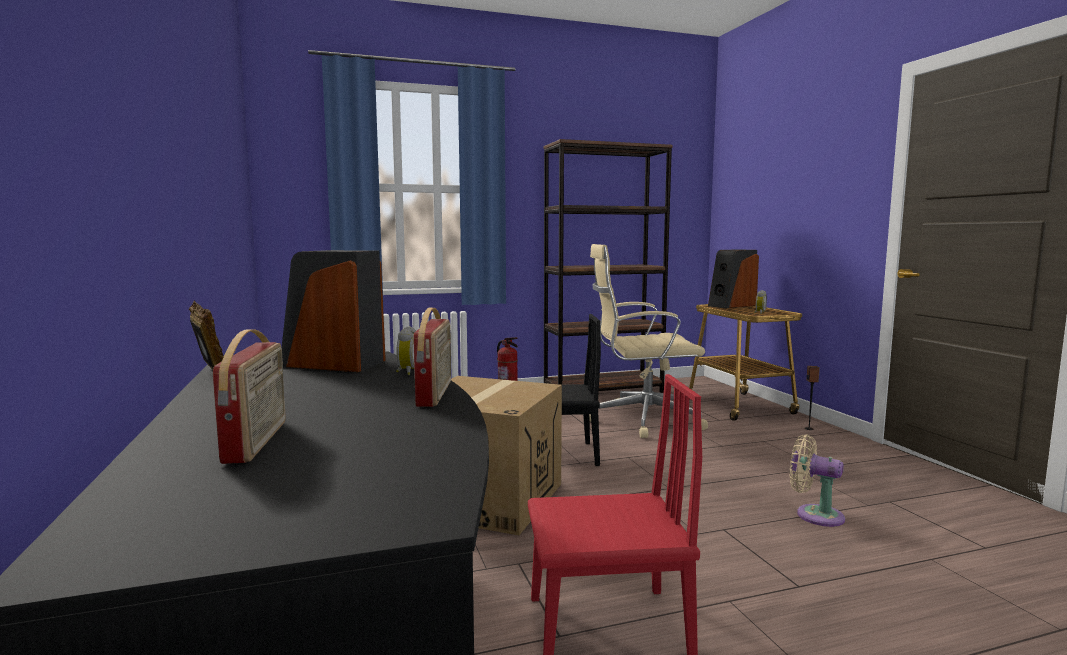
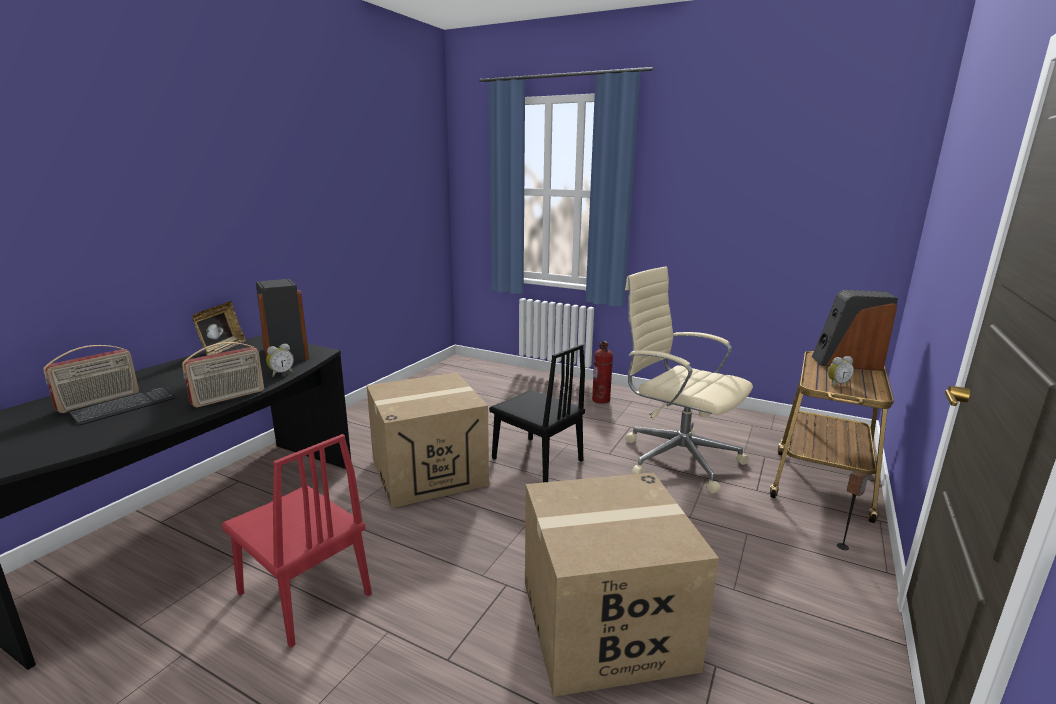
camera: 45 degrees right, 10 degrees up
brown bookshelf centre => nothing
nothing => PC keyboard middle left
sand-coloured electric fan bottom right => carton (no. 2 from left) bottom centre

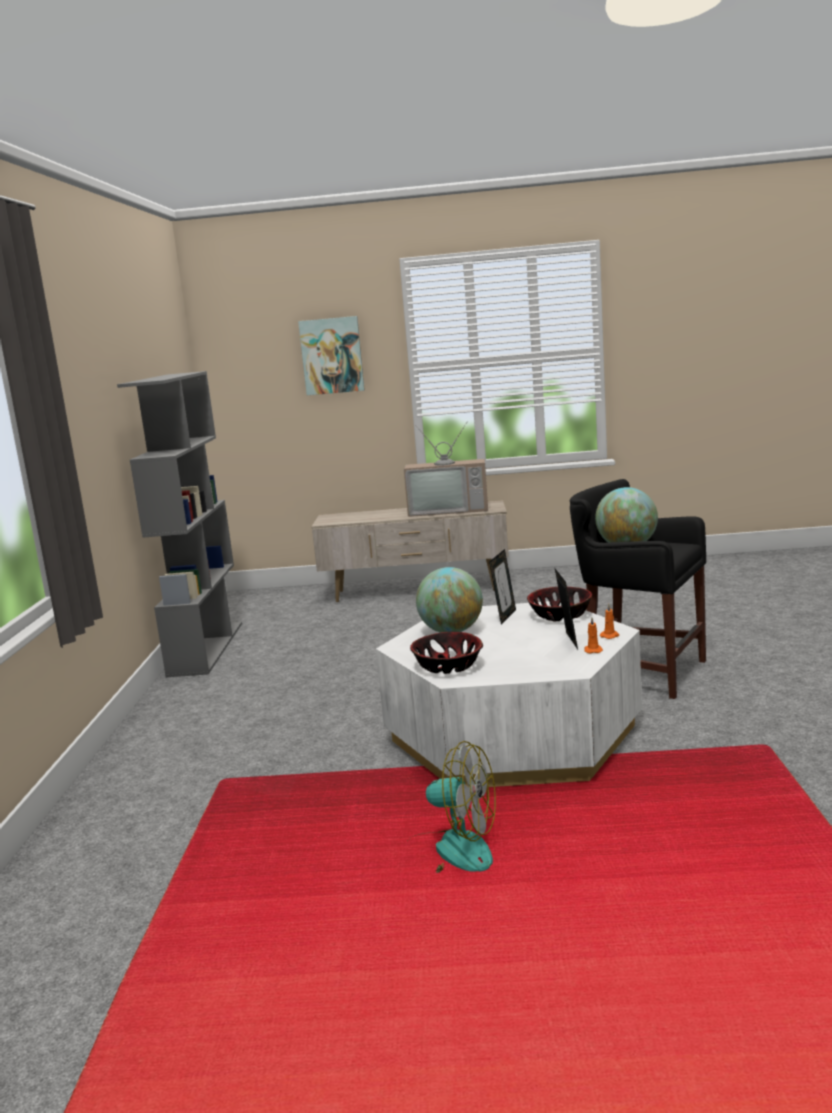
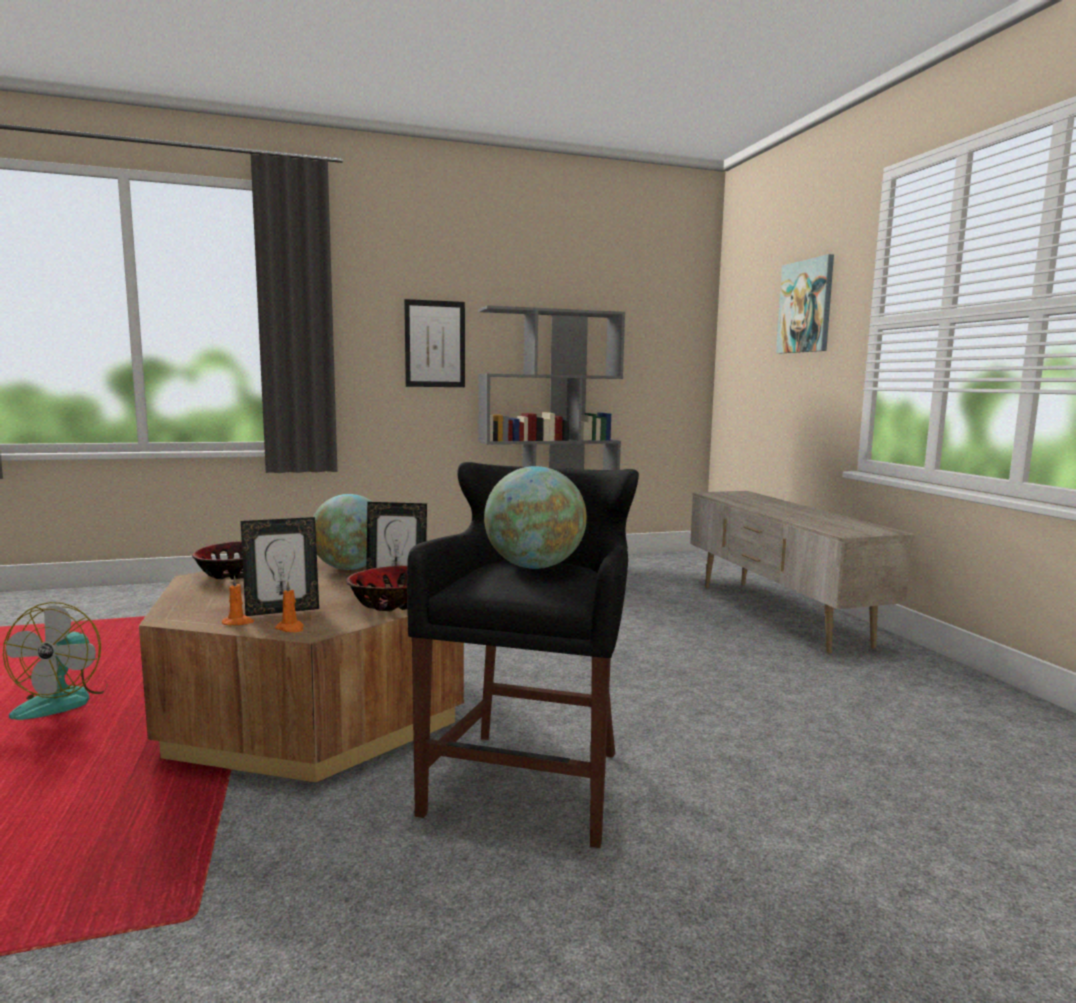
camera: 70 degrees right, 5 degrees down
TV centre => nothing
nothing => wall picture (no. 1 from left) centre
white coffee table centre => brown coffee table middle left

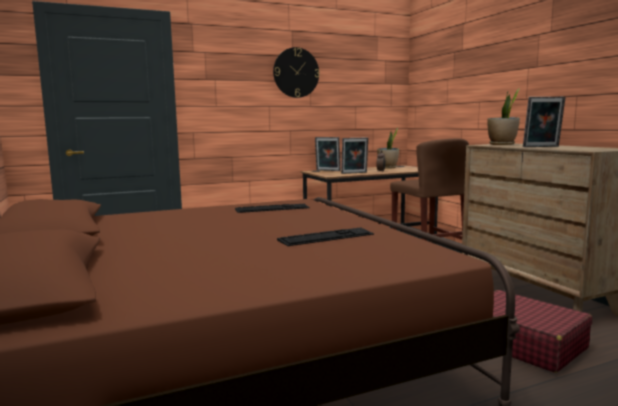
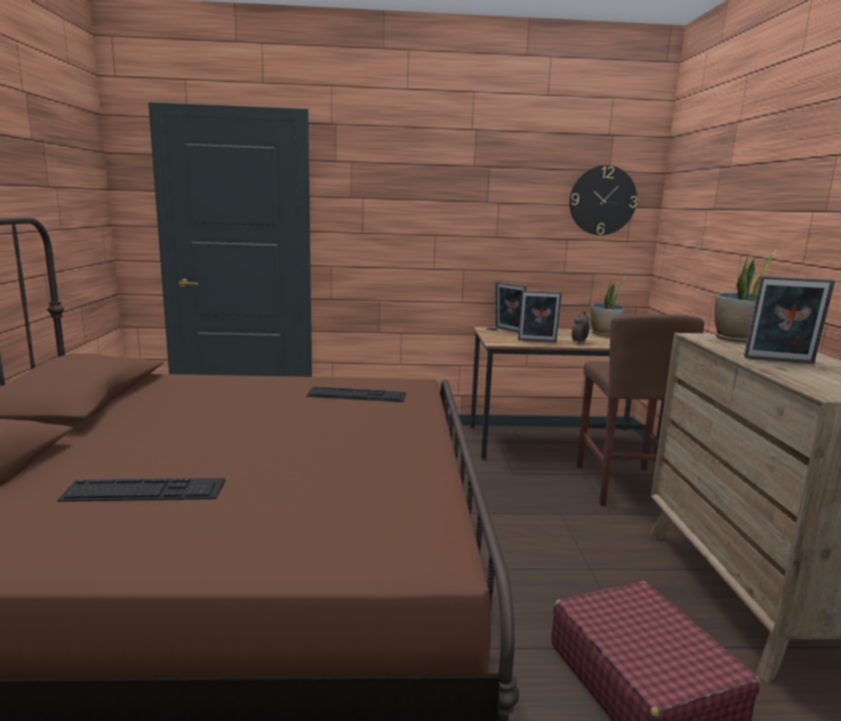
camera: 20 degrees right, 5 degrees up
wall clock top centre => wall clock top right, relocated
PC keyboard (no. 2 from left in the first image) centre => PC keyboard (no. 1 from left) bottom left, relocated

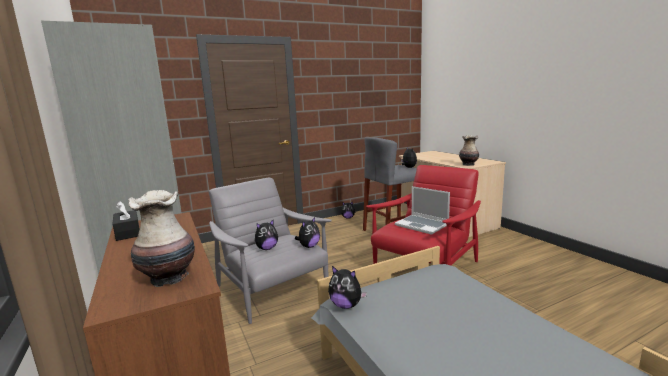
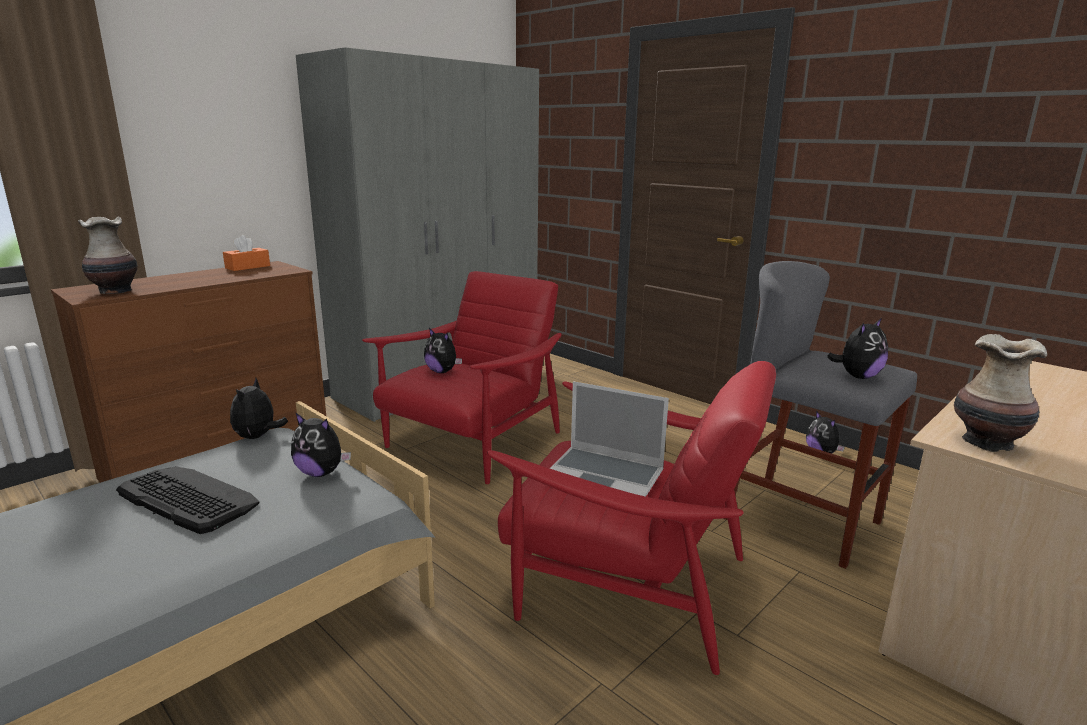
camera: 70 degrees right, 5 degrees up
nothing => PC keyboard bottom left
cuddly toy (no. 2 from left) centre => cuddly toy (no. 2 from left) middle left, relocated
black tissue holder middle left => orange tissue holder middle left
greyish easy chair bottom centre => red-coloured easy chair (no. 1 from left) centre
laptop centre, 90 degrees counterclockwise

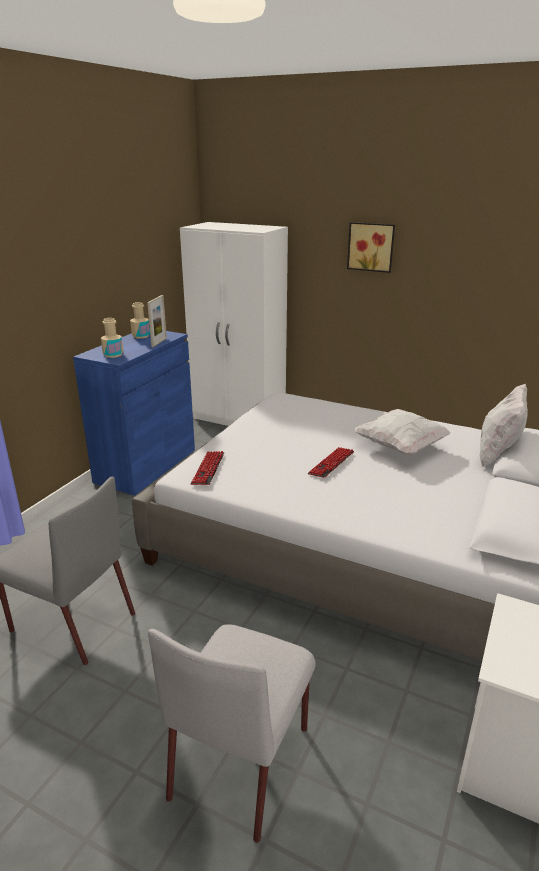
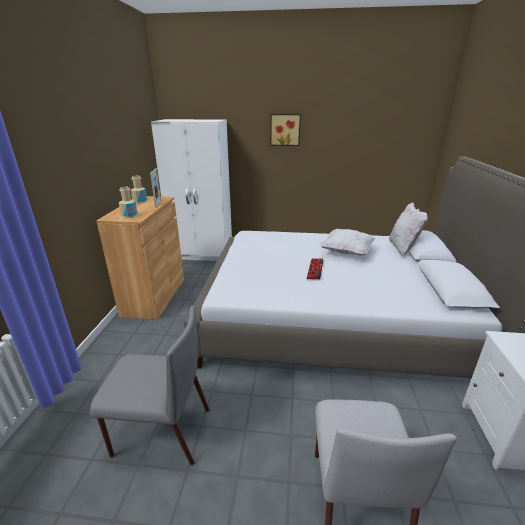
camera: 20 degrees left, 0 degrees up
PC keyboard (no. 1 from left) centre => nothing
blue-coloured storage cabinet middle left => brown storage cabinet middle left

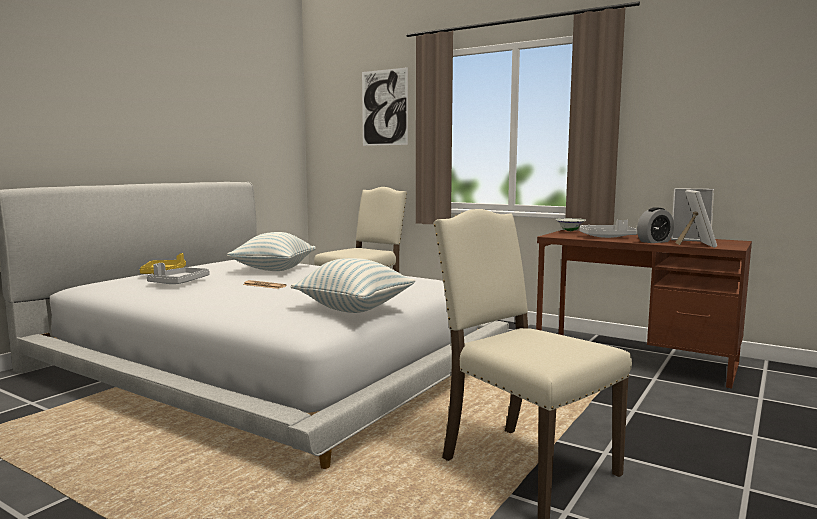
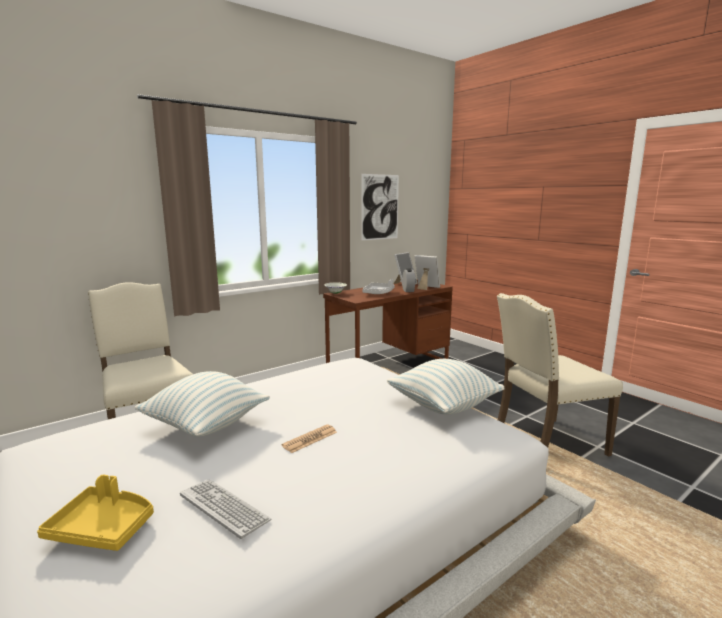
camera: 70 degrees left, 5 degrees up
wall picture top centre => wall picture centre, relocated
greyish tray (no. 1 from left) middle left => PC keyboard bottom left

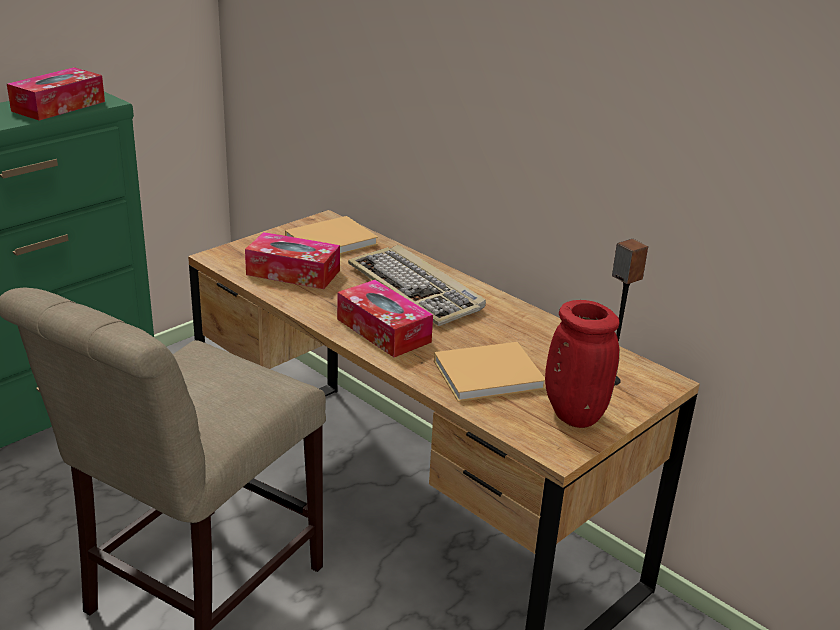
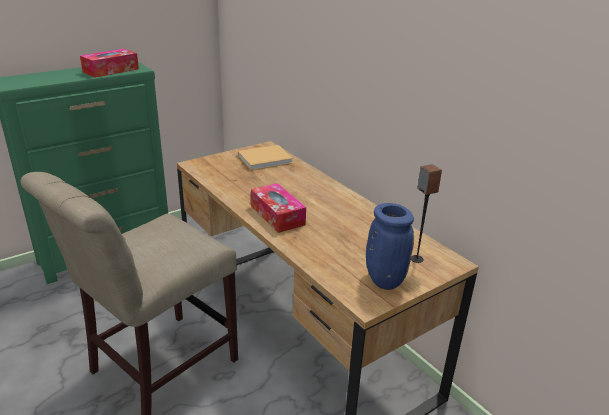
camera: 10 degrees right, 0 degrees up
tissue holder (no. 2 from left) centre => nothing
PC keyboard centre => nothing
sand-coloured volume (no. 2 from left) centre => nothing
red-coloured flower vase middle right => blue-coloured flower vase centre

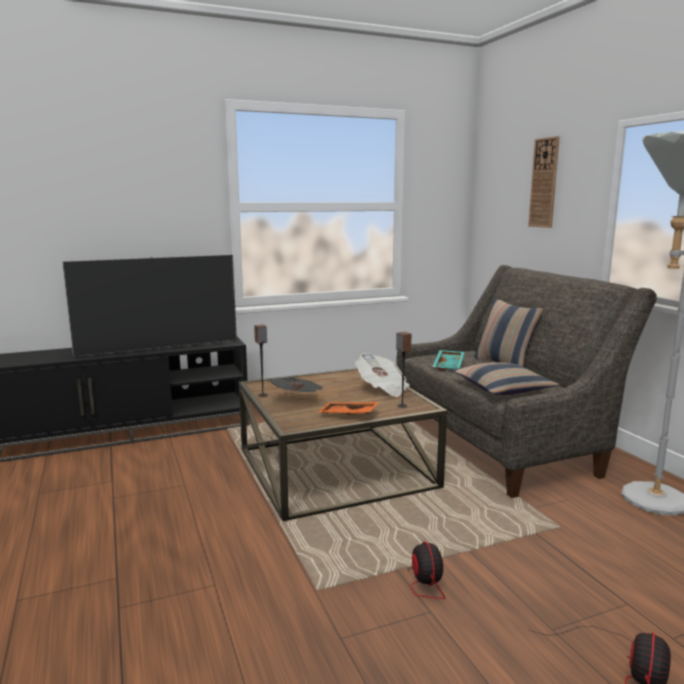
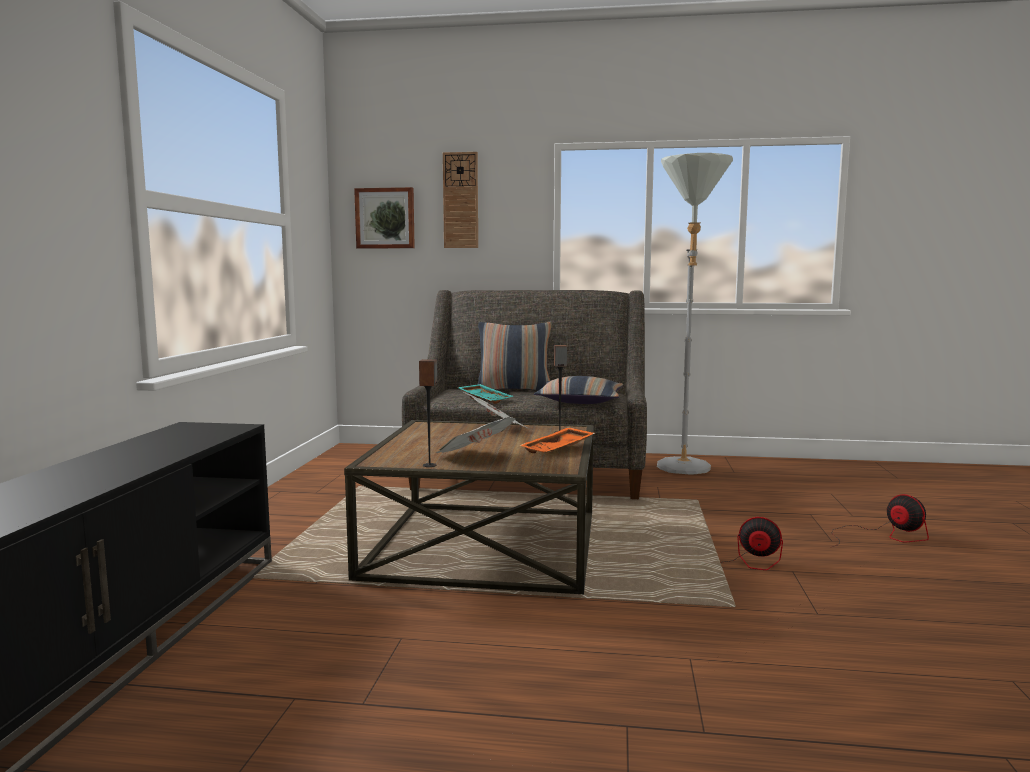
camera: 60 degrees left, 5 degrees down
TV middle left => nothing
nothing => wall picture top centre

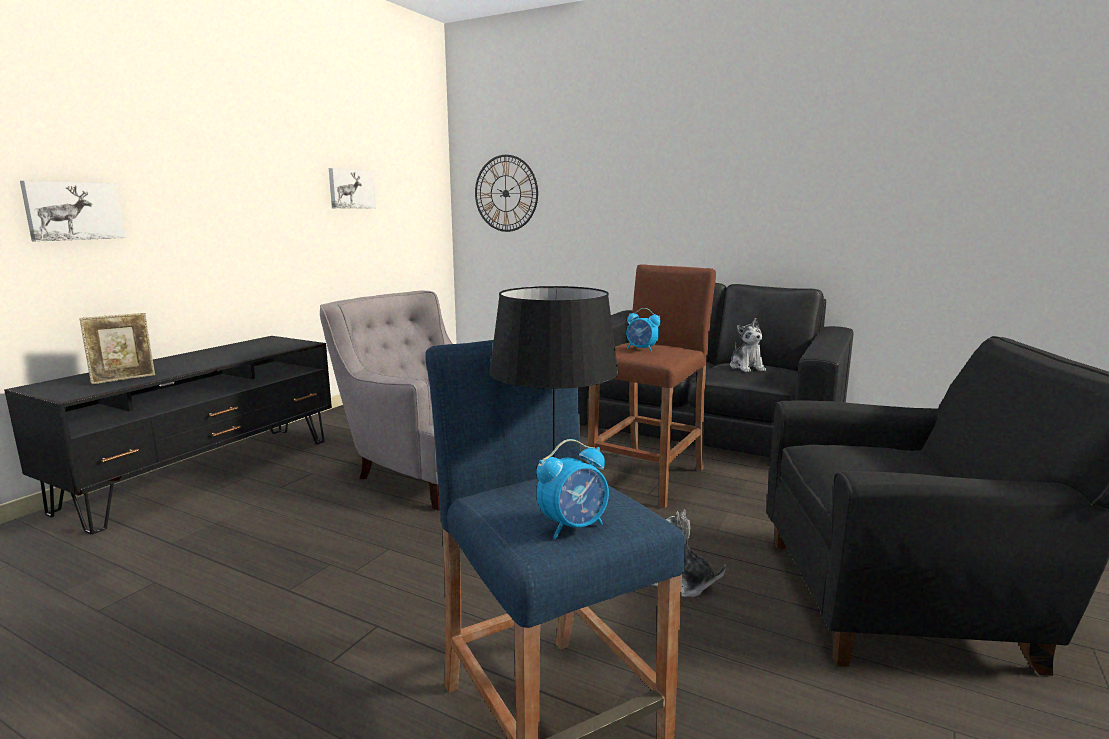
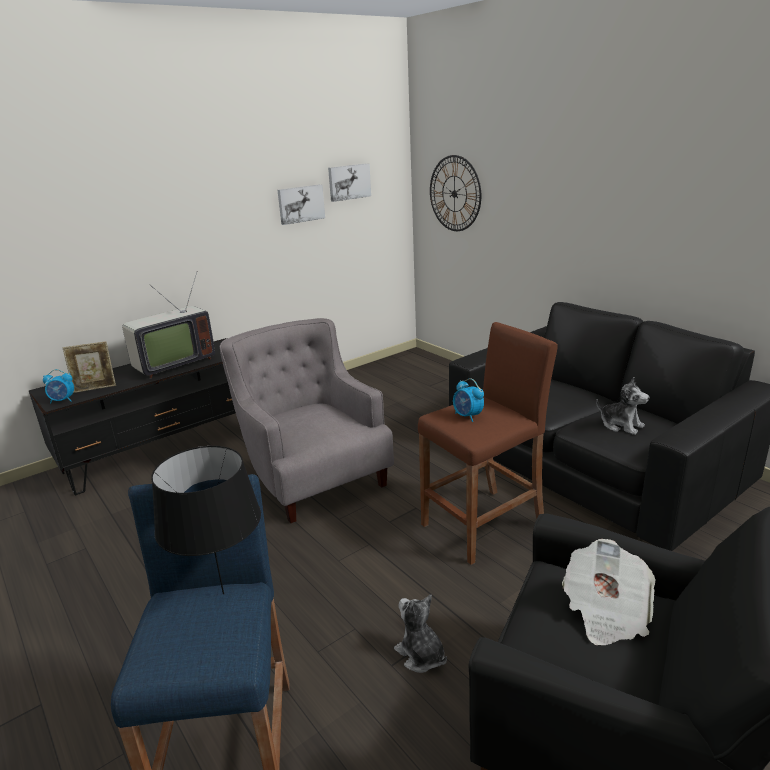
camera: 25 degrees right, 10 degrees up
nothing => TV middle left
nothing => printed paper bottom right
wall picture (no. 1 from left in the first image) top left => wall picture (no. 2 from left) top centre, relocated
table clock (no. 1 from left) centre => table clock (no. 1 from left) middle left, relocated
cuddly toy (no. 2 from left) middle right, 60 degrees counterclockwise

